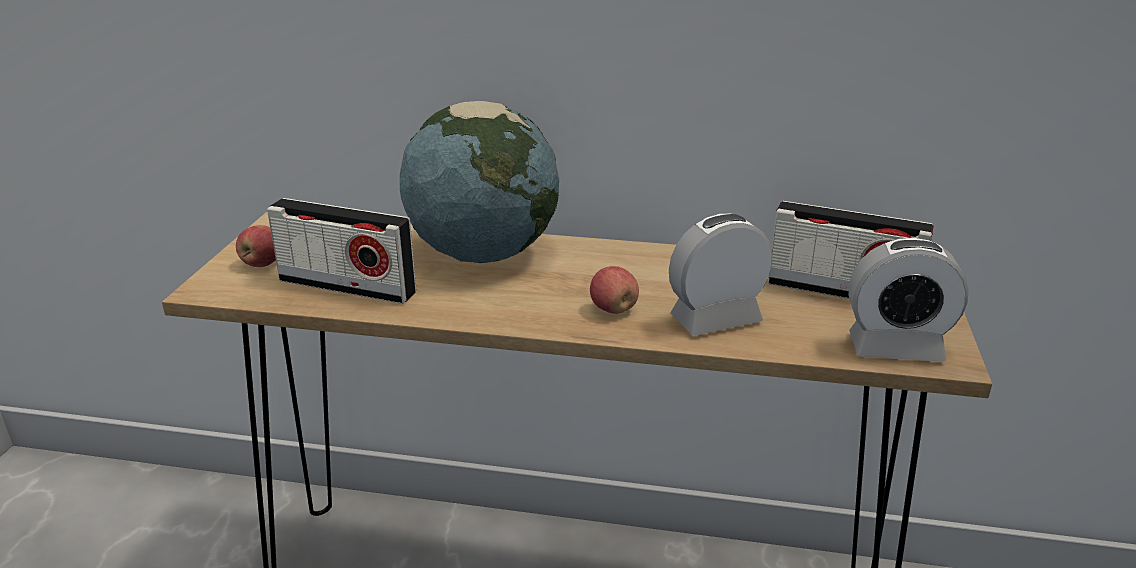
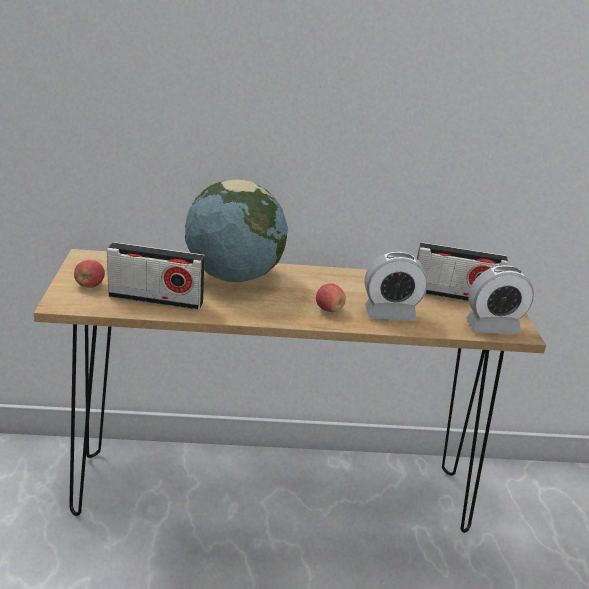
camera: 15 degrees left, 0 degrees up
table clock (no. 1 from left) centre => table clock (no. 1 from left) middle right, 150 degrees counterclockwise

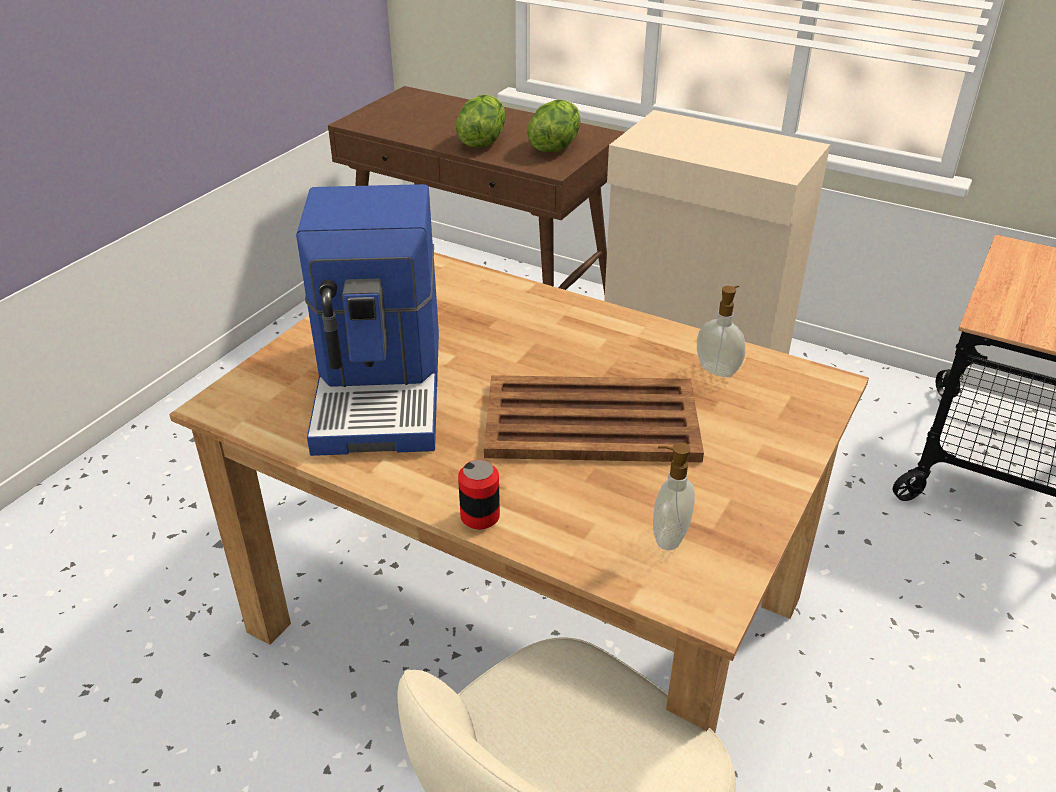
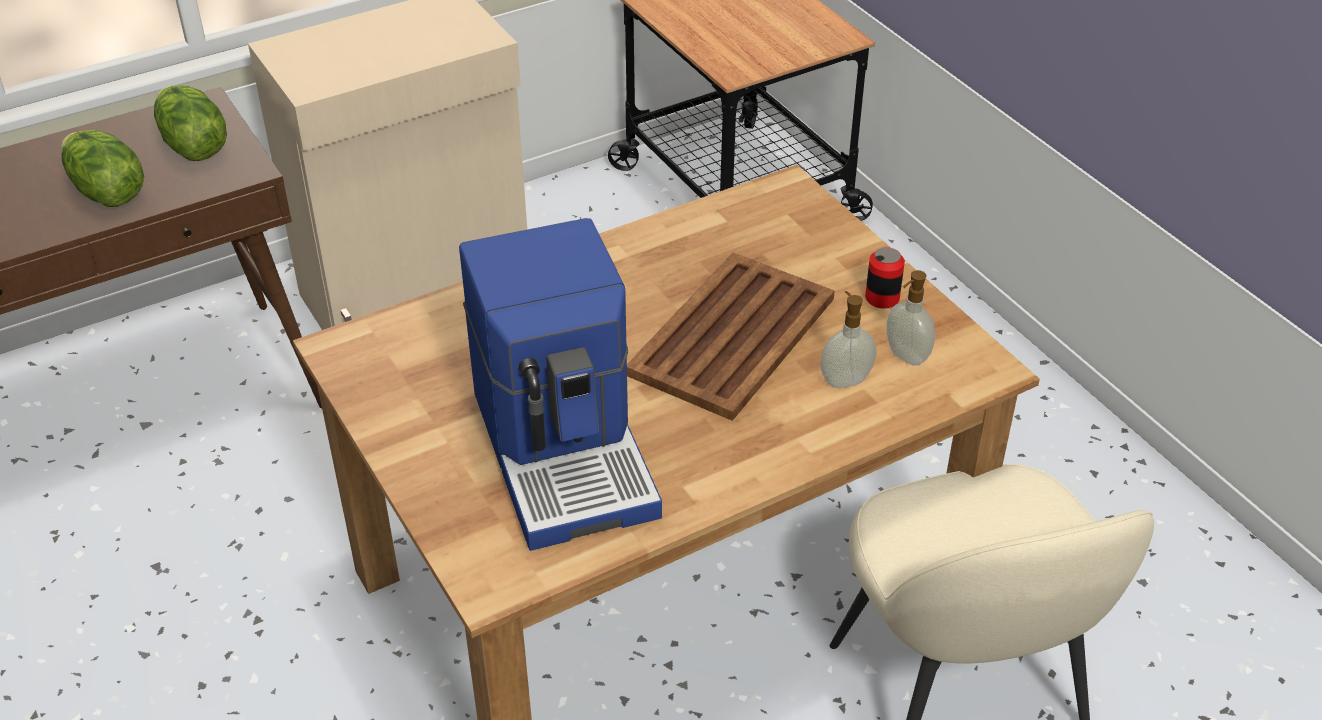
camera: 60 degrees left, 5 degrees up
can centre => can middle right, relocated
soap dispenser (no. 2 from left in the first image) middle right => soap dispenser (no. 1 from left) centre, relocated
coffee machine centre, 45 degrees clockwise

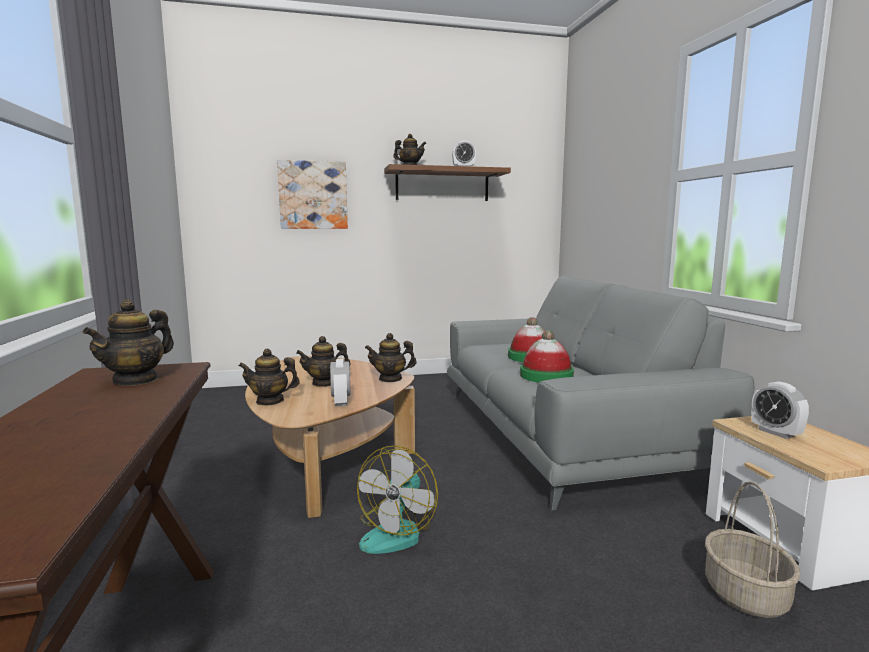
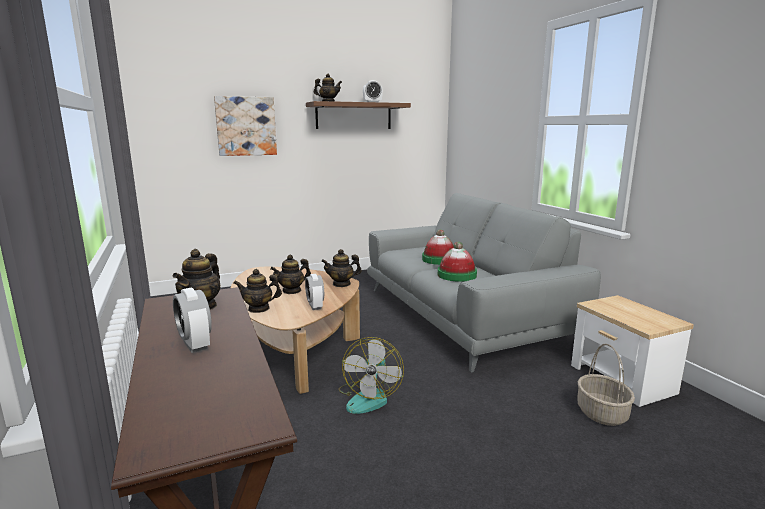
camera: 10 degrees left, 5 degrees up
table clock (no. 3 from left in the first image) middle right => table clock (no. 1 from left) middle left, relocated

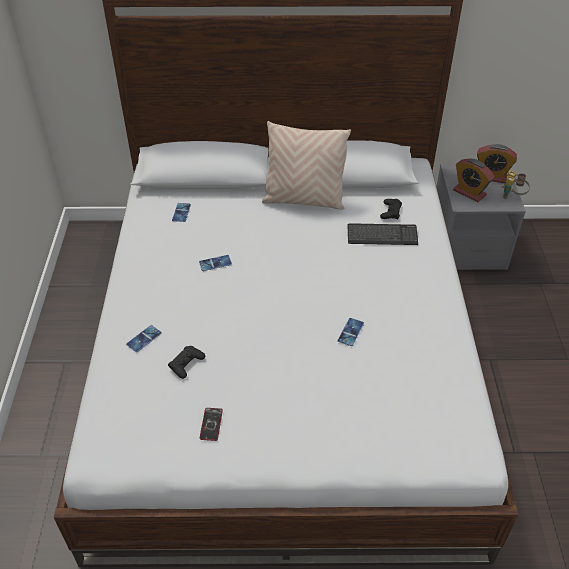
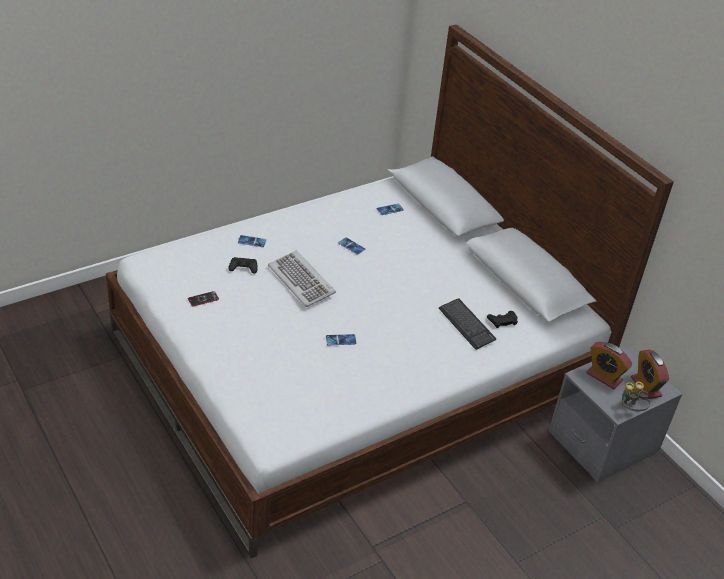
camera: 55 degrees right, 5 degrees down
sand-coloured cushion top centre => nothing
nothing => PC keyboard (no. 1 from left) centre
table clock (no. 1 from left) top right => table clock (no. 1 from left) middle right, 60 degrees counterclockwise

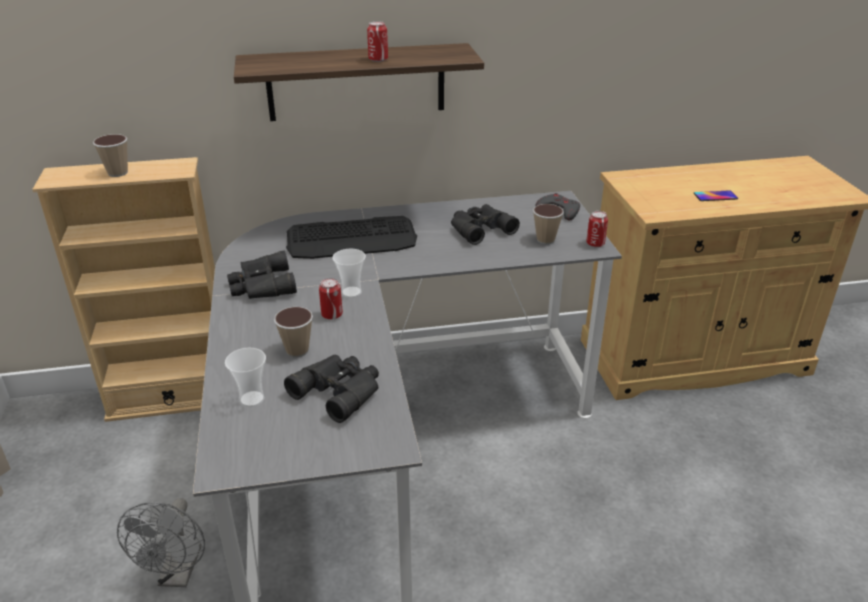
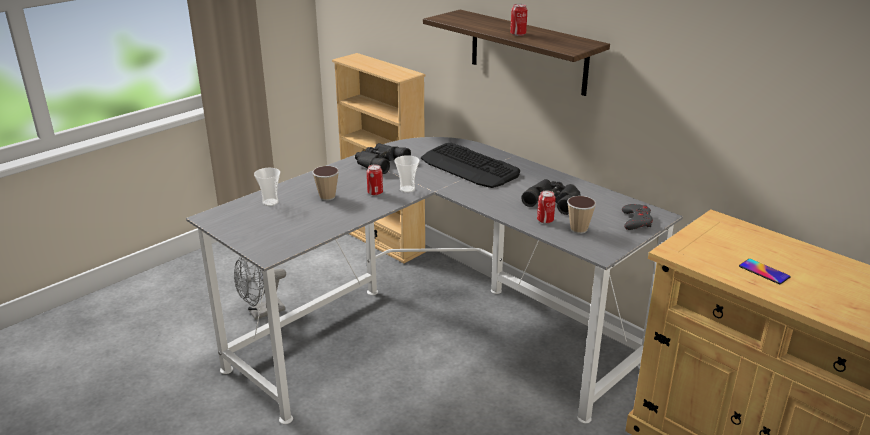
camera: 55 degrees right, 5 degrees down
cup (no. 1 from left) top left => nothing
black field glasses (no. 2 from left) centre => nothing
can (no. 3 from left) middle right => can (no. 3 from left) centre, relocated

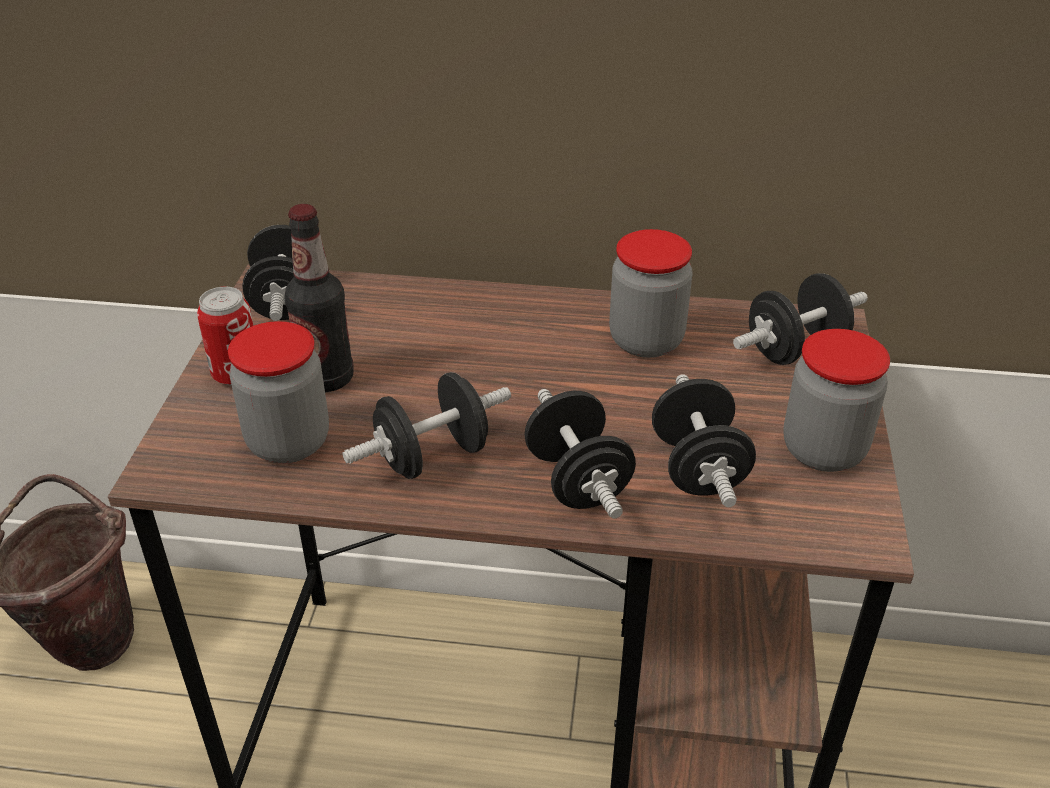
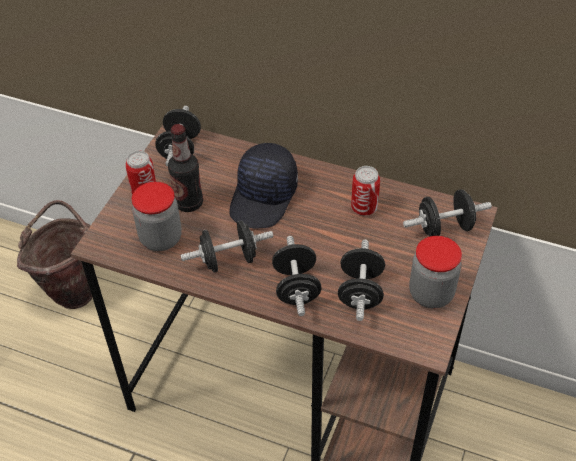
camera: 15 degrees right, 10 degrees up
nothing => black peaked cap centre
storage jar (no. 2 from left) centre => can (no. 2 from left) centre

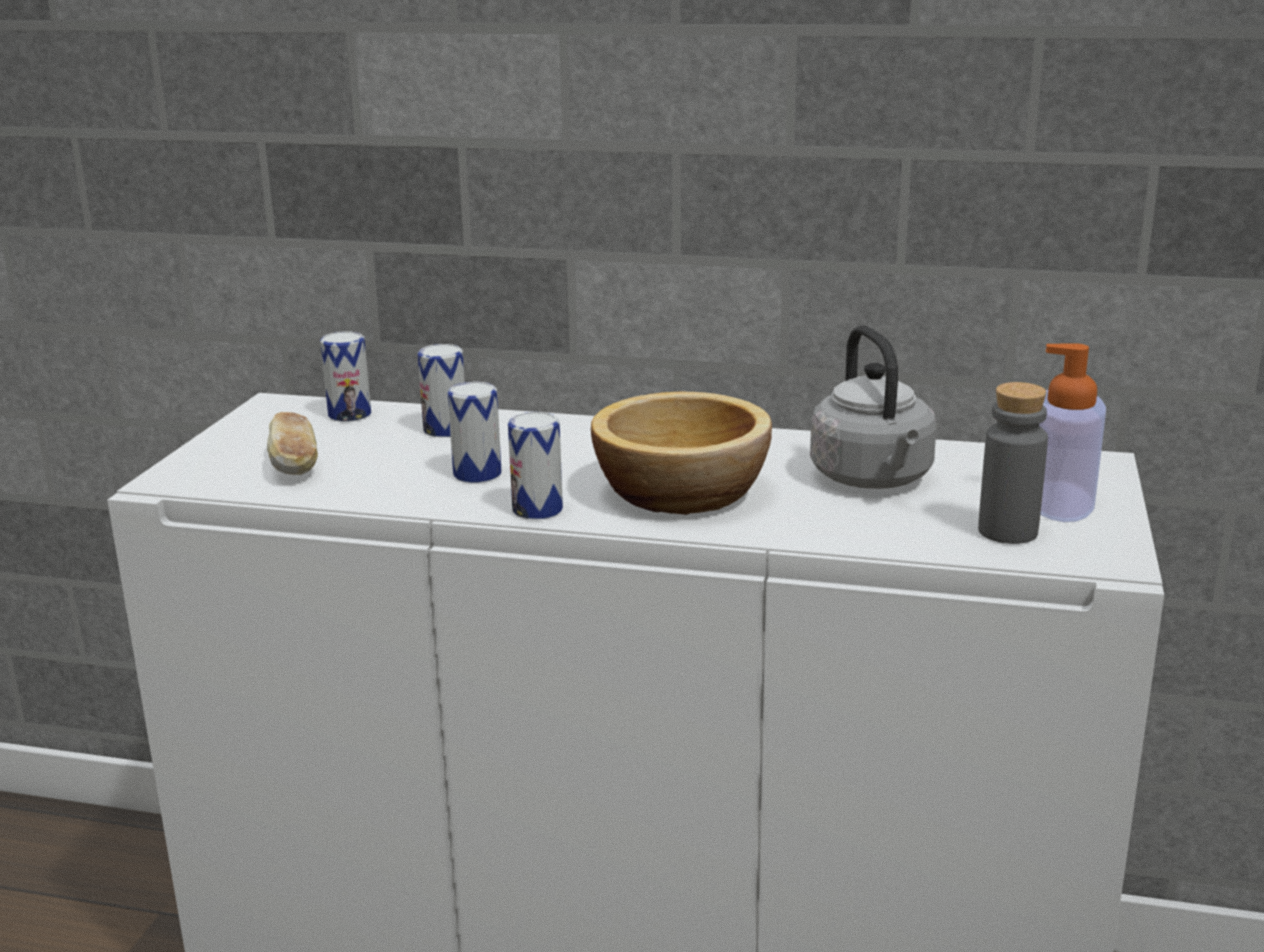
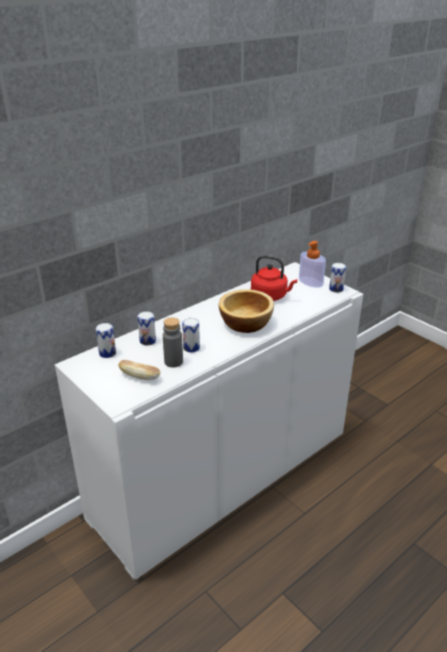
camera: 55 degrees left, 10 degrees up
can (no. 4 from left) centre => can (no. 4 from left) middle right, relocated
greyish bottle middle right => greyish bottle centre, relocated
greyish kettle middle right => red-coloured kettle centre

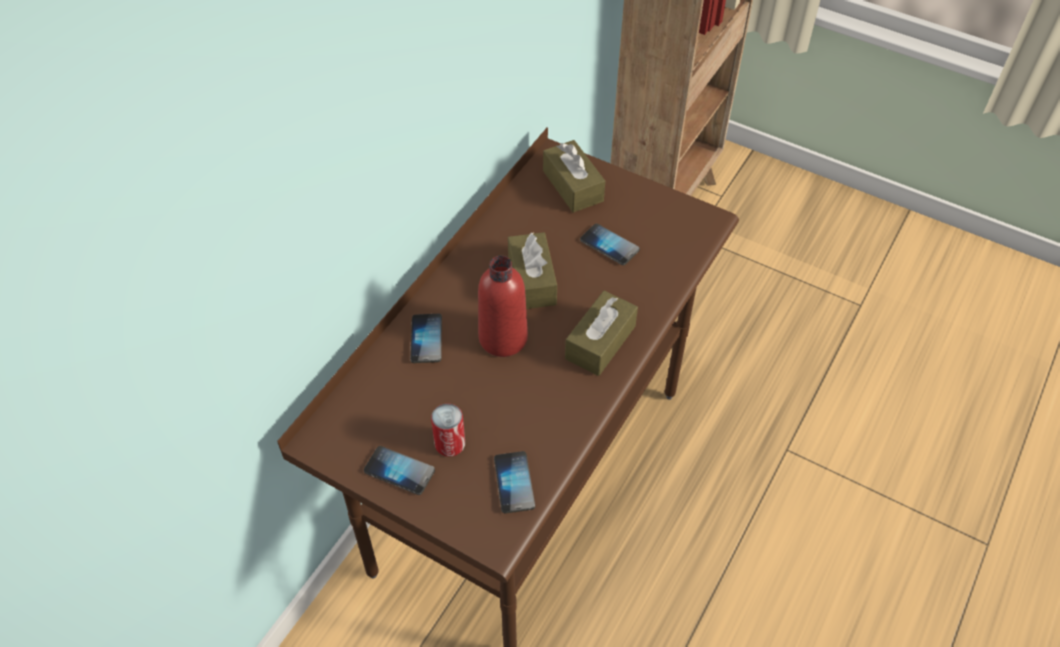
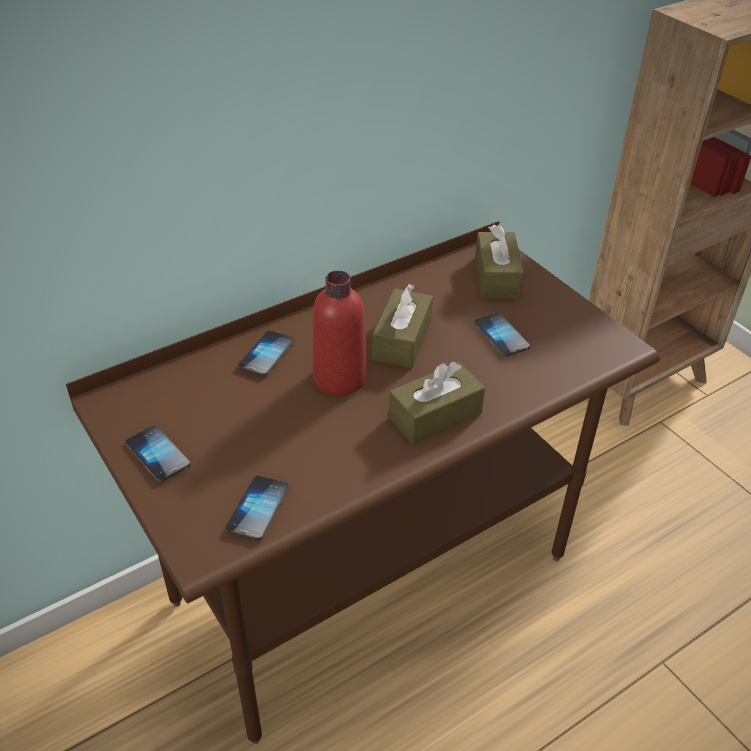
camera: 25 degrees right, 10 degrees down
can centre => nothing

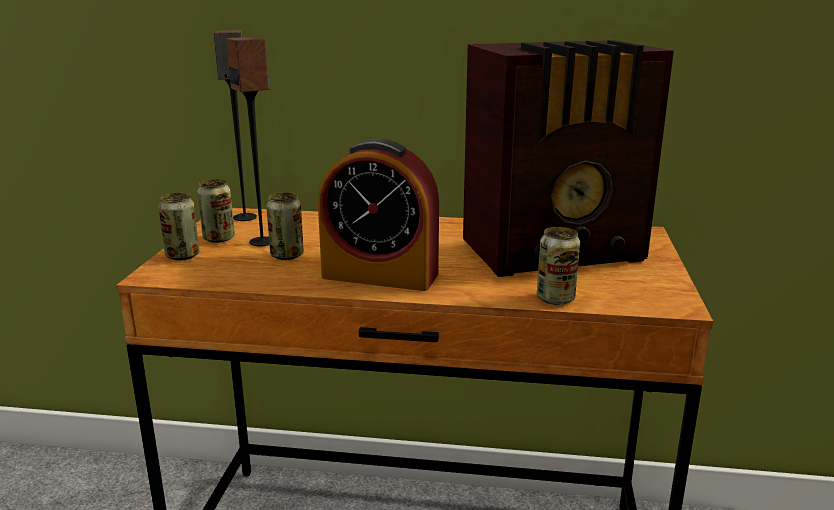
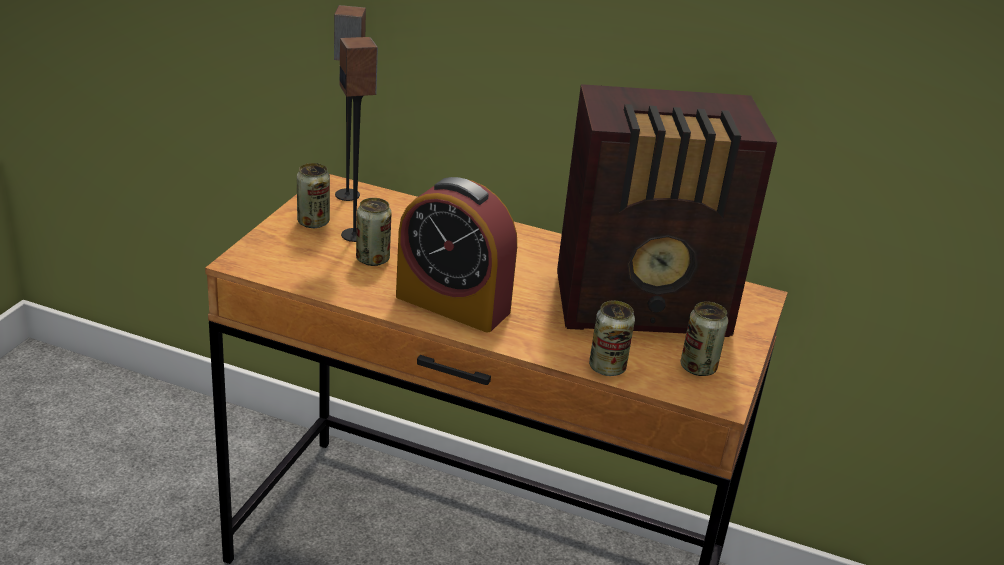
camera: 10 degrees right, 10 degrees up
can (no. 1 from left in the first image) middle left => can (no. 4 from left) middle right, relocated

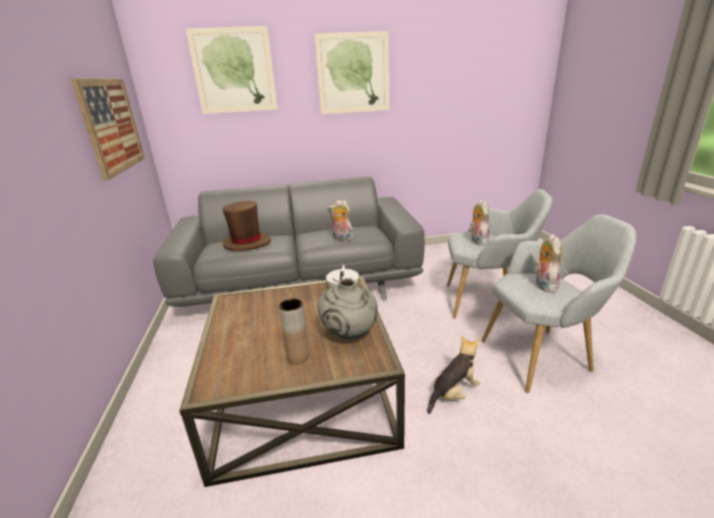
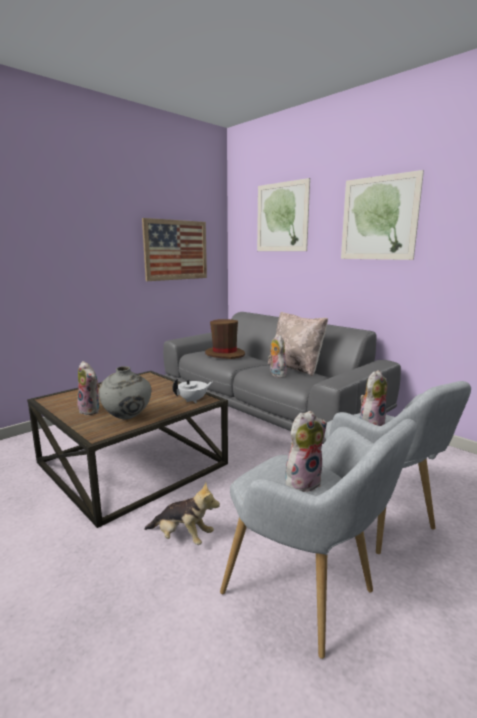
camera: 55 degrees right, 10 degrees down
nothing => sand-coloured cushion centre
brown flower vase centre => cuddly toy (no. 1 from left) middle left

